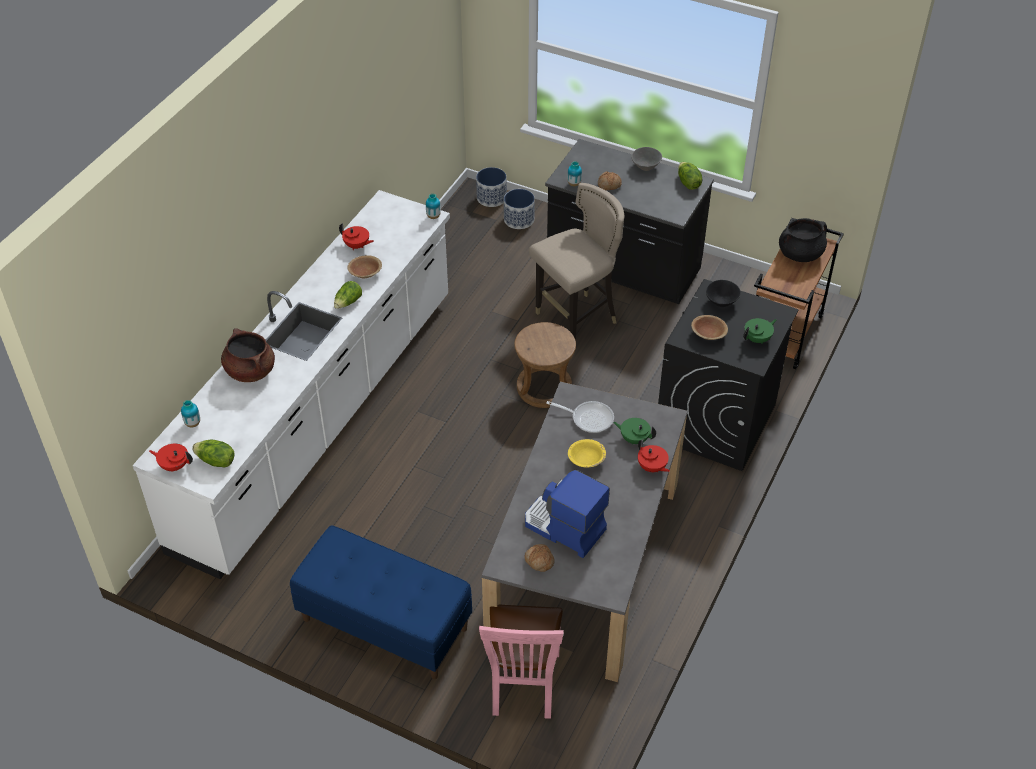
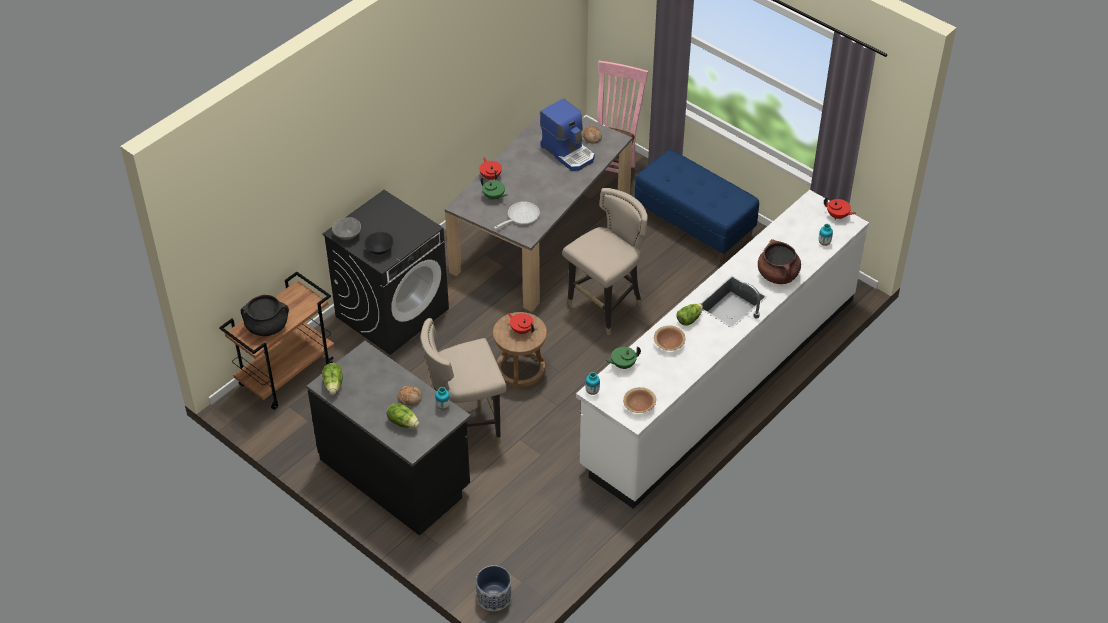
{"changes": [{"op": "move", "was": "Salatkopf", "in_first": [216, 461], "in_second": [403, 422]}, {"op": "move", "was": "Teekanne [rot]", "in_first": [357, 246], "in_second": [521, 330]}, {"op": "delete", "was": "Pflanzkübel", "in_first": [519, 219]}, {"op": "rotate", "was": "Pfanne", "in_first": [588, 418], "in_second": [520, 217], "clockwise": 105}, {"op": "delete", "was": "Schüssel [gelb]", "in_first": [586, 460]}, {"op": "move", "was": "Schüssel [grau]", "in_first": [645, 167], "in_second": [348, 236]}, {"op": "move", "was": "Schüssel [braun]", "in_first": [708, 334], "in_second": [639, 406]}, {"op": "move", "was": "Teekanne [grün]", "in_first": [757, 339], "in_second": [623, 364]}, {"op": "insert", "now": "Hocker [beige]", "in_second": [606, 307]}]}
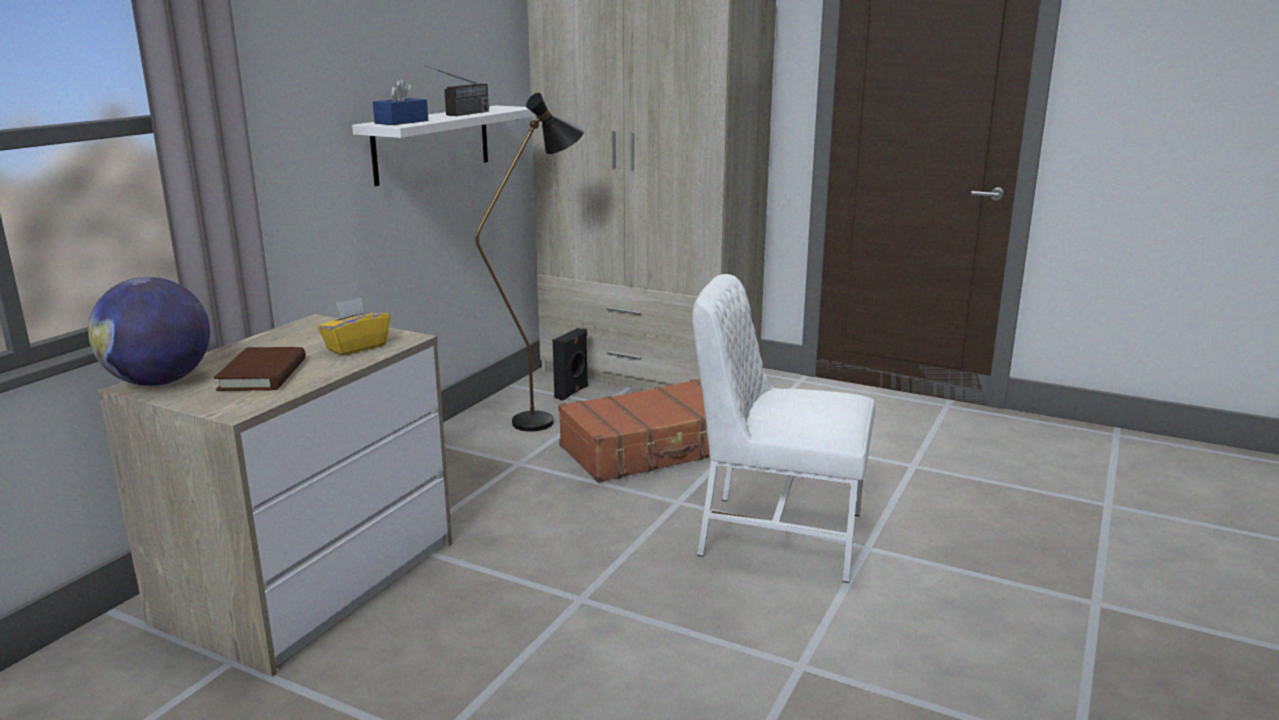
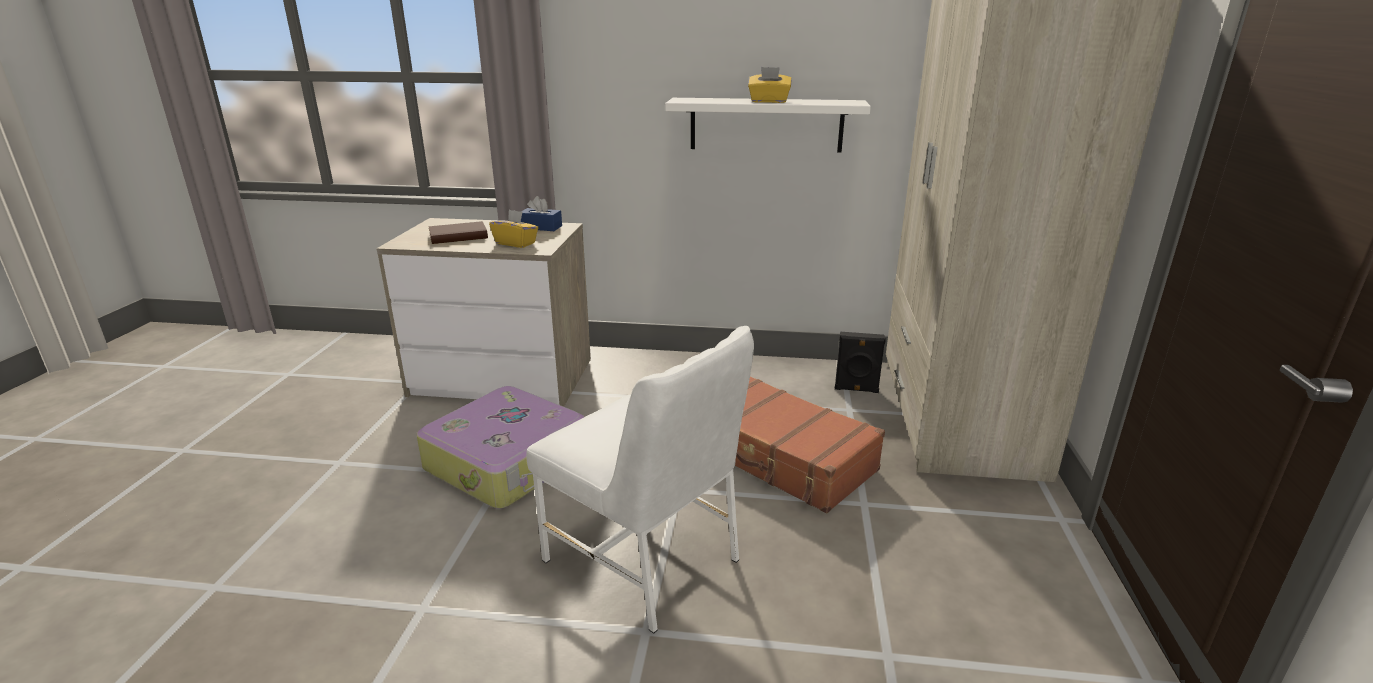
{"changes": [{"op": "delete", "was": "Globus", "in_first": [159, 382]}, {"op": "move", "was": "Taschentuchbox [blau]", "in_first": [401, 122], "in_second": [541, 227]}, {"op": "replace", "was": "Radio", "now": "Taschentuchbox [gelb]", "in_first": [460, 114], "in_second": [769, 101]}, {"op": "delete", "was": "Stehlampe [schwarz]", "in_first": [546, 419]}, {"op": "rotate", "was": "Stuhl [weiß]", "in_first": [777, 534], "in_second": [645, 560], "clockwise": 135}, {"op": "insert", "now": "Koffer", "in_second": [509, 462]}]}
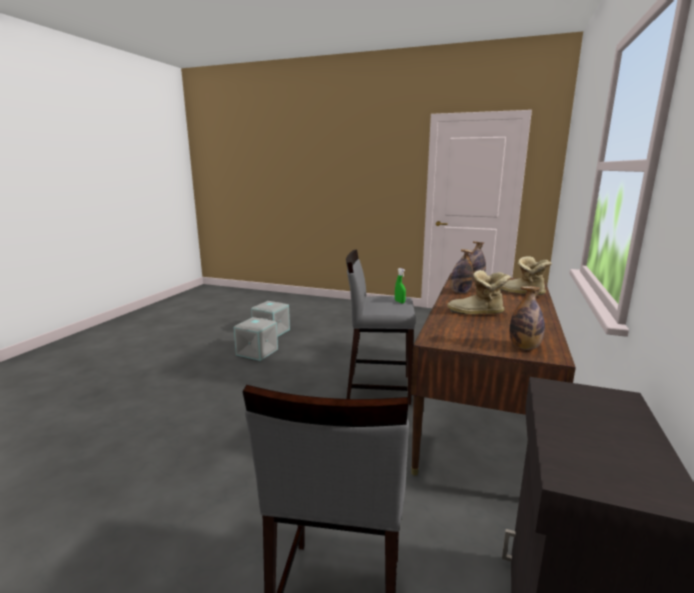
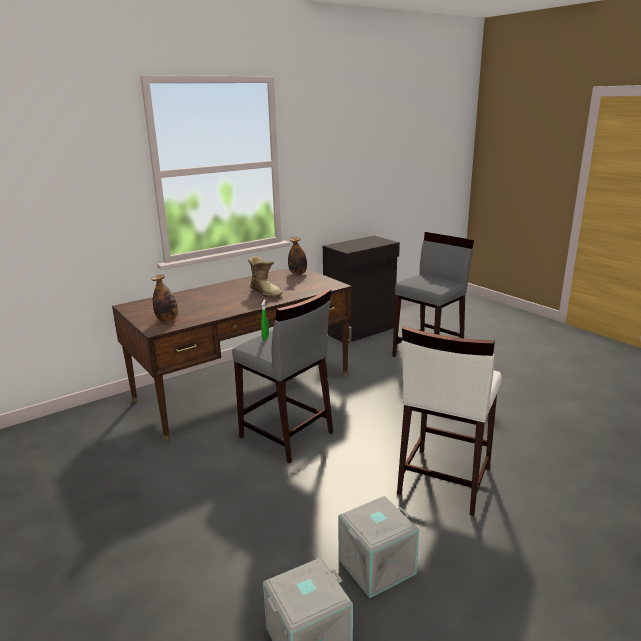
{"changes": [{"op": "delete", "was": "Flasche", "in_first": [460, 292]}, {"op": "delete", "was": "Stiefel", "in_first": [521, 293]}, {"op": "insert", "now": "Hocker [weiß]", "in_second": [443, 481]}]}
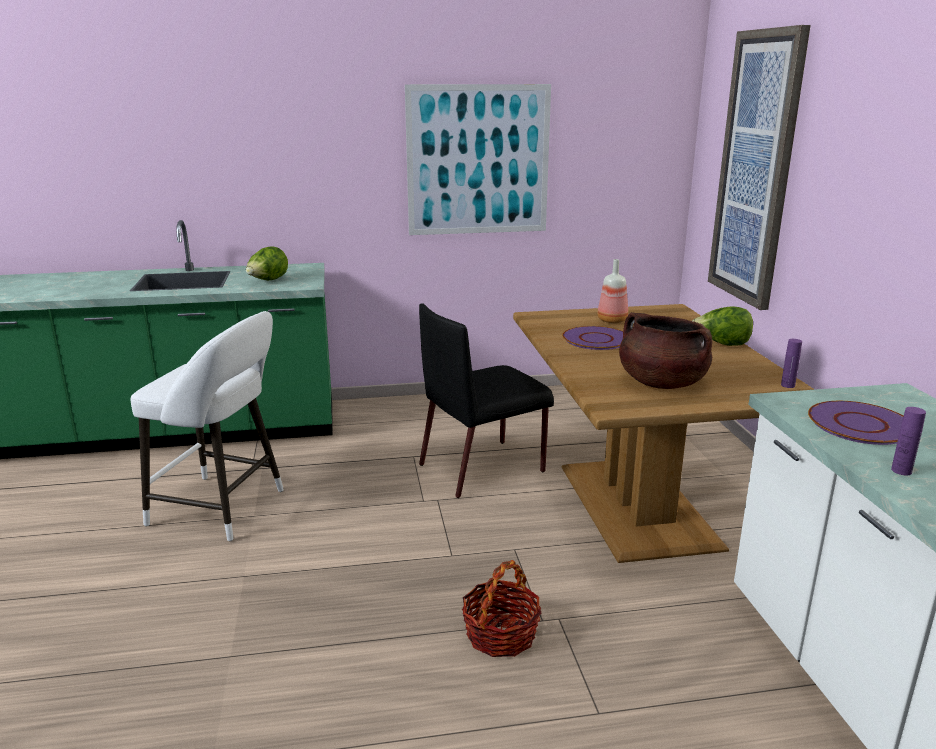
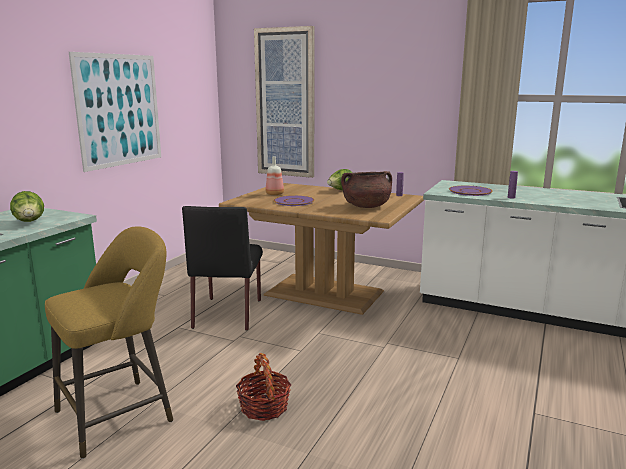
{"changes": [{"op": "recolor", "was": "Hocker [weiß]", "now": "Hocker [gelb]", "in_first": [224, 509], "in_second": [121, 414]}, {"op": "move", "was": "Korb", "in_first": [501, 635], "in_second": [264, 407]}]}
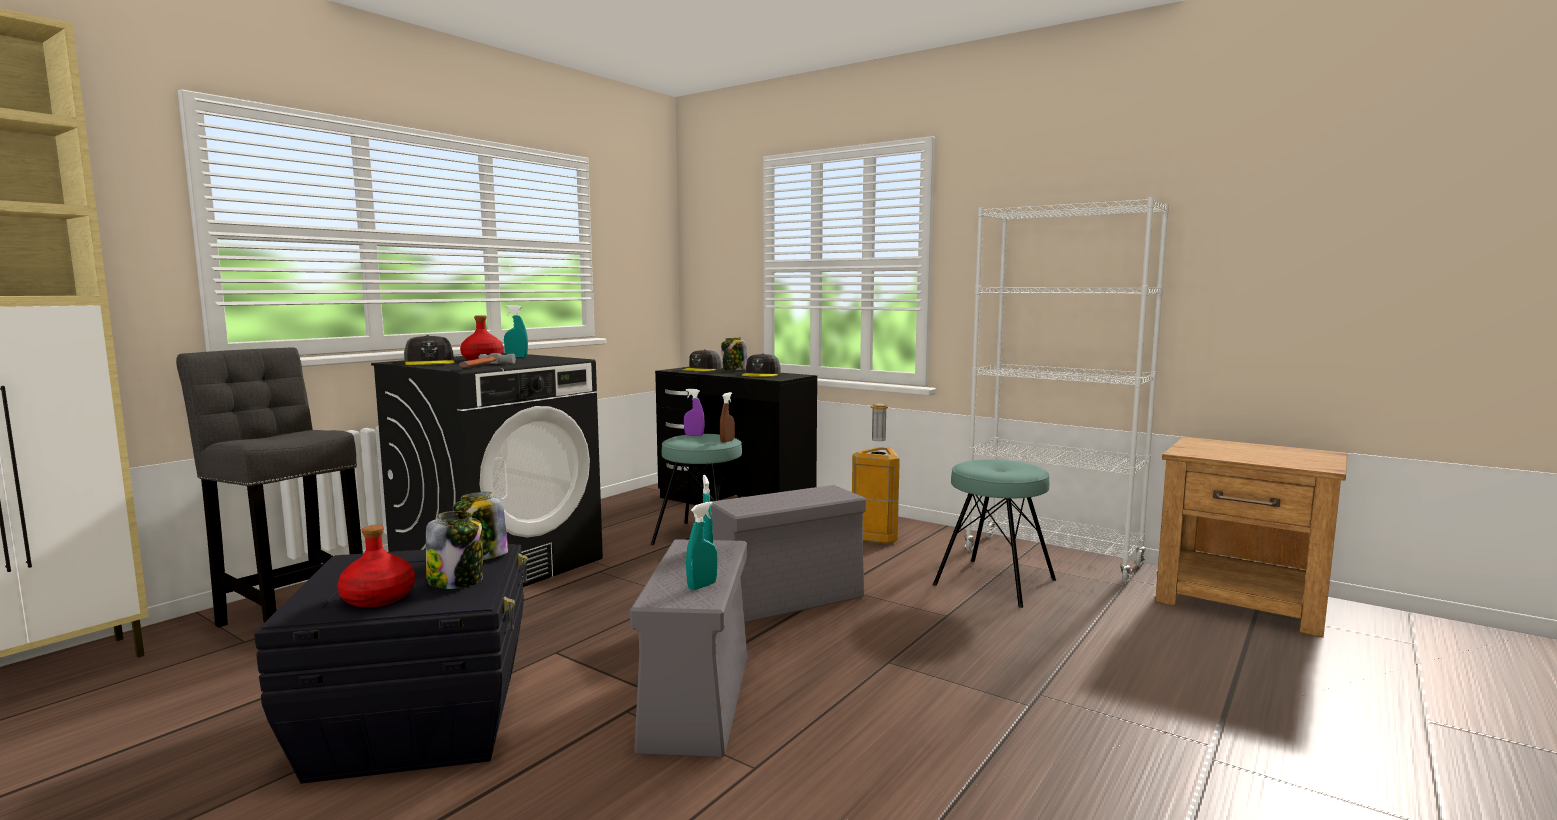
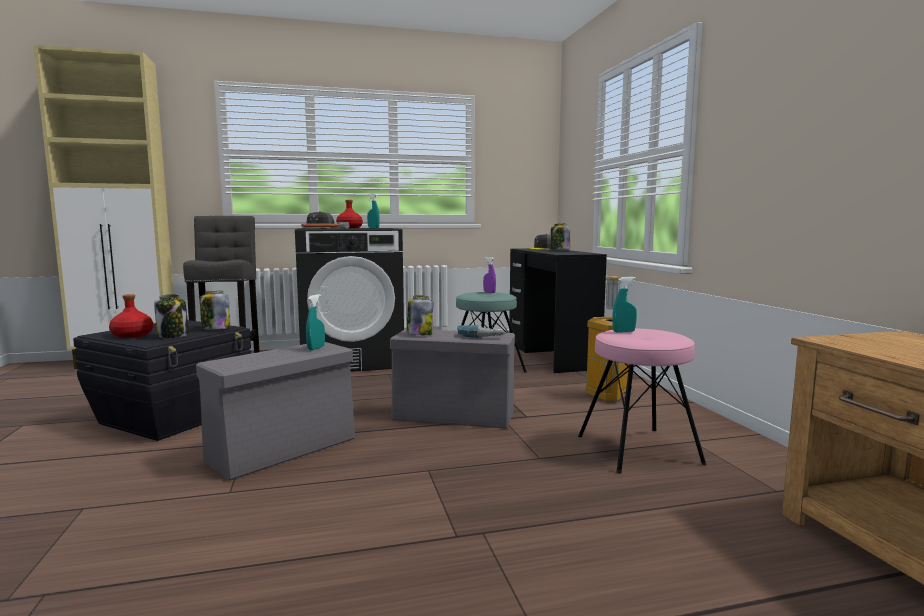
{"changes": [{"op": "move", "was": "Sprühflasche [türkis]", "in_first": [702, 586], "in_second": [623, 332]}, {"op": "delete", "was": "Sprühflasche [braun]", "in_first": [727, 441]}, {"op": "delete", "was": "Kappe [grau]", "in_first": [761, 374]}, {"op": "recolor", "was": "Hocker [türkis]", "now": "Hocker [rosa]", "in_first": [995, 582], "in_second": [638, 450]}, {"op": "delete", "was": "Bücherregal [weiß]", "in_first": [1052, 558]}, {"op": "insert", "now": "Vorratsglas", "in_second": [419, 334]}, {"op": "insert", "now": "Bohrmaschine", "in_second": [480, 336]}]}
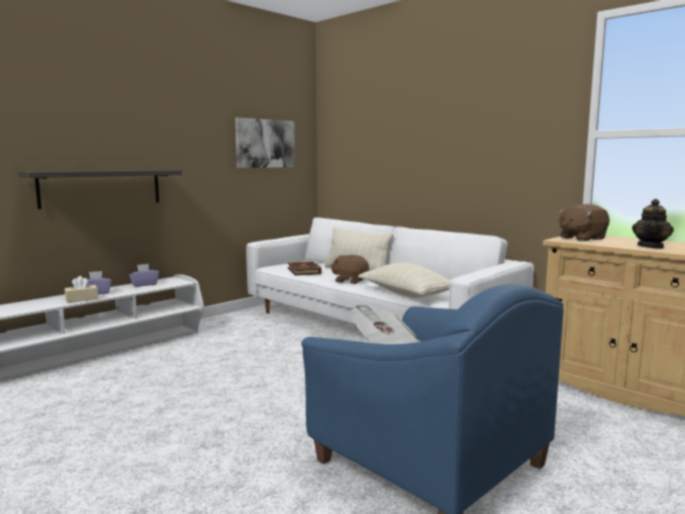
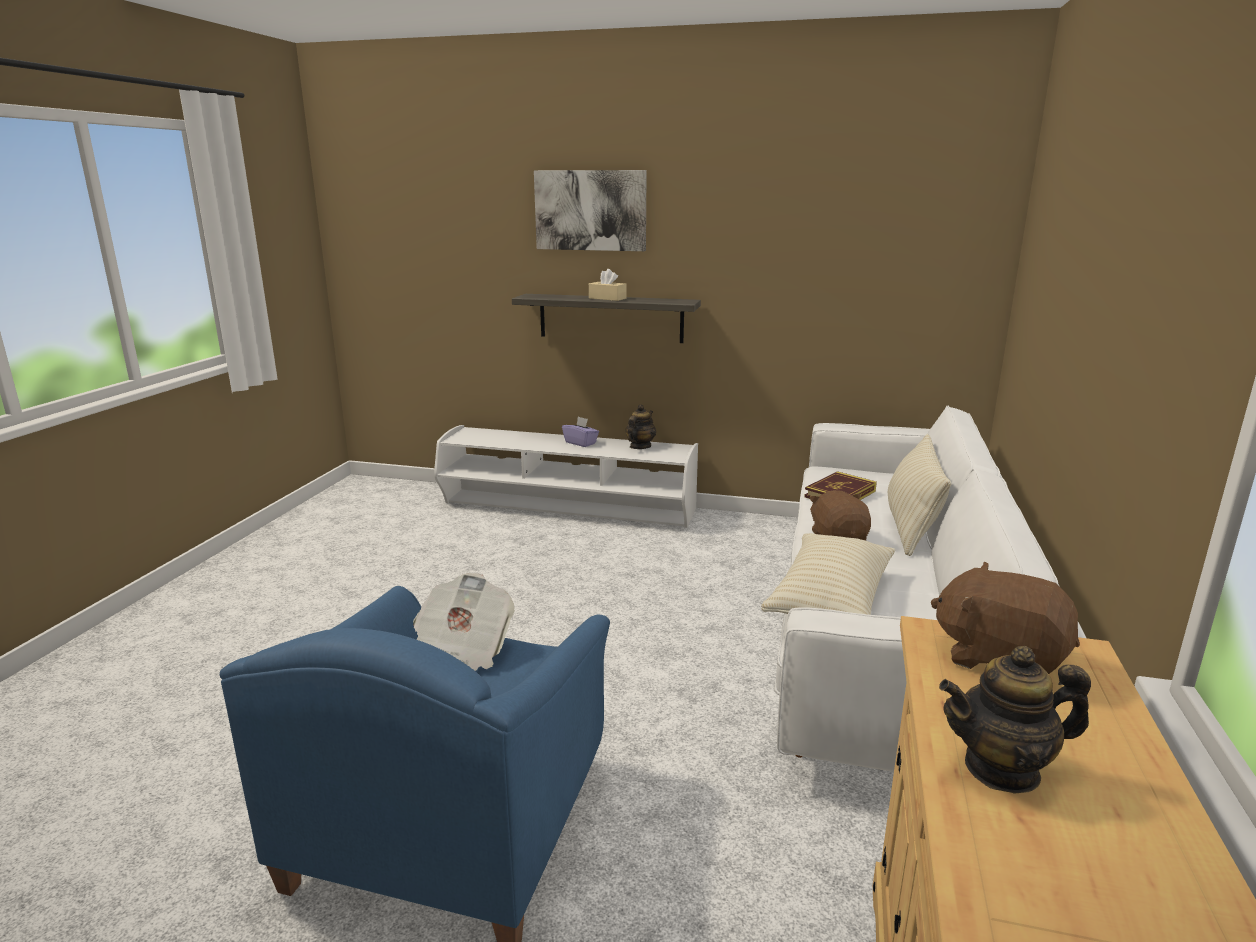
{"changes": [{"op": "move", "was": "Taschentuchbox [beige]", "in_first": [82, 299], "in_second": [607, 298]}, {"op": "replace", "was": "Taschentuchbox [lila]", "now": "Teekanne", "in_first": [144, 284], "in_second": [640, 446]}, {"op": "move", "was": "Bild", "in_first": [265, 143], "in_second": [590, 210]}]}
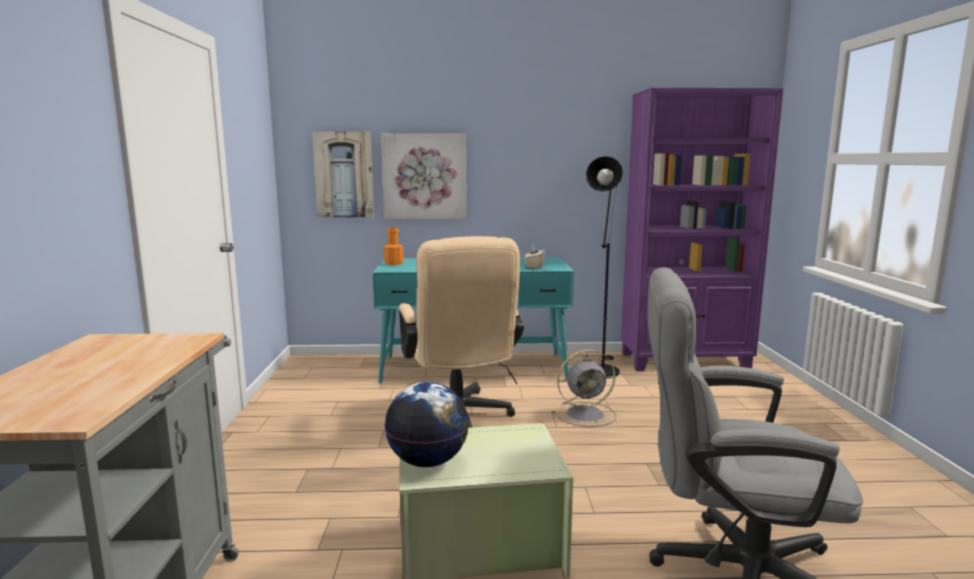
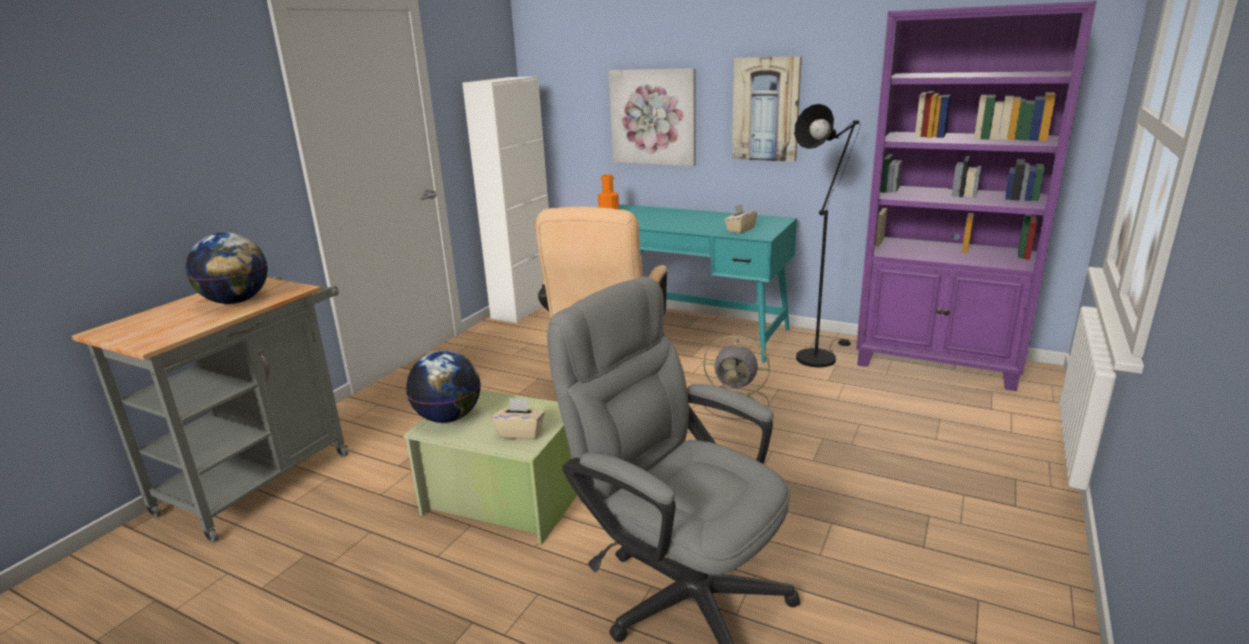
{"changes": [{"op": "move", "was": "Bild", "in_first": [344, 175], "in_second": [766, 109]}, {"op": "insert", "now": "Globus", "in_second": [236, 301]}, {"op": "insert", "now": "Schrank [weiß]", "in_second": [524, 308]}, {"op": "insert", "now": "Taschentuchbox [beige]", "in_second": [520, 433]}]}
